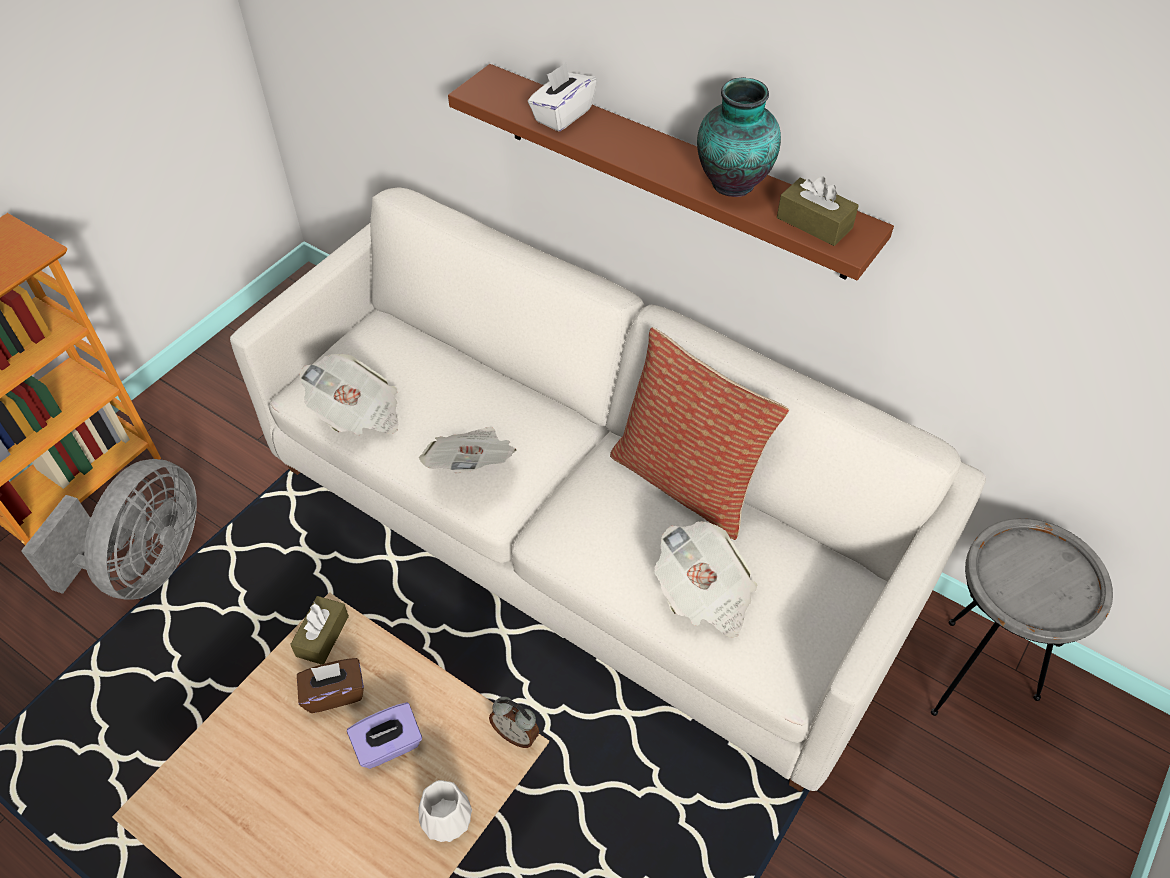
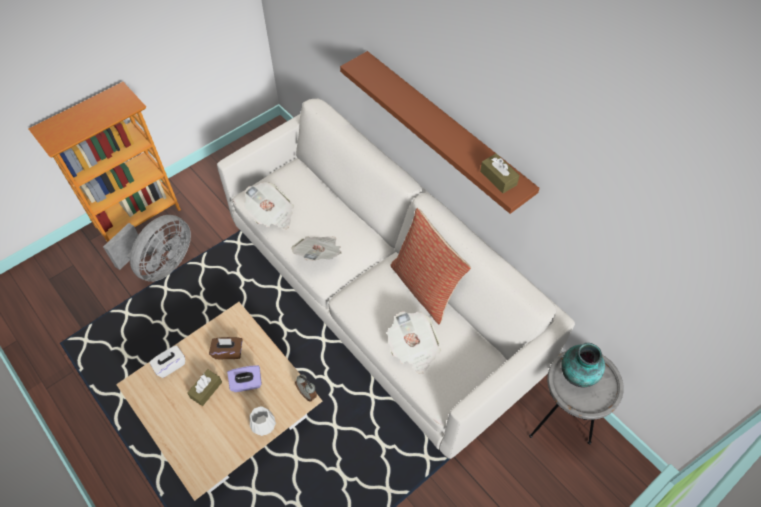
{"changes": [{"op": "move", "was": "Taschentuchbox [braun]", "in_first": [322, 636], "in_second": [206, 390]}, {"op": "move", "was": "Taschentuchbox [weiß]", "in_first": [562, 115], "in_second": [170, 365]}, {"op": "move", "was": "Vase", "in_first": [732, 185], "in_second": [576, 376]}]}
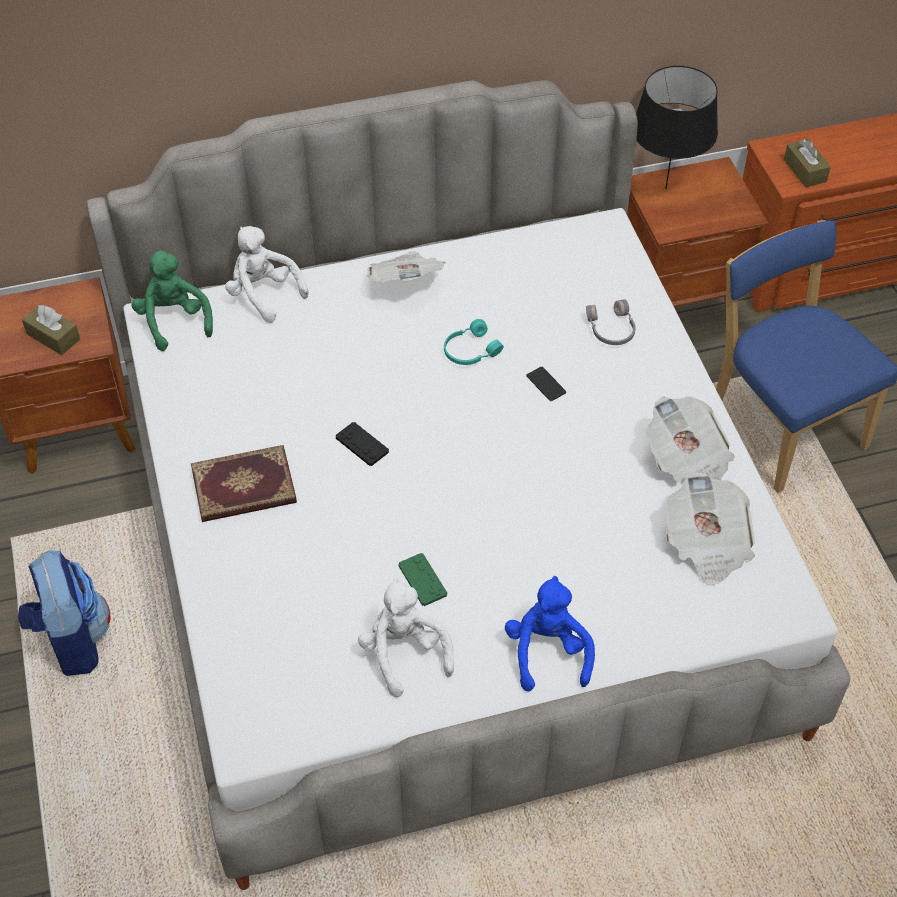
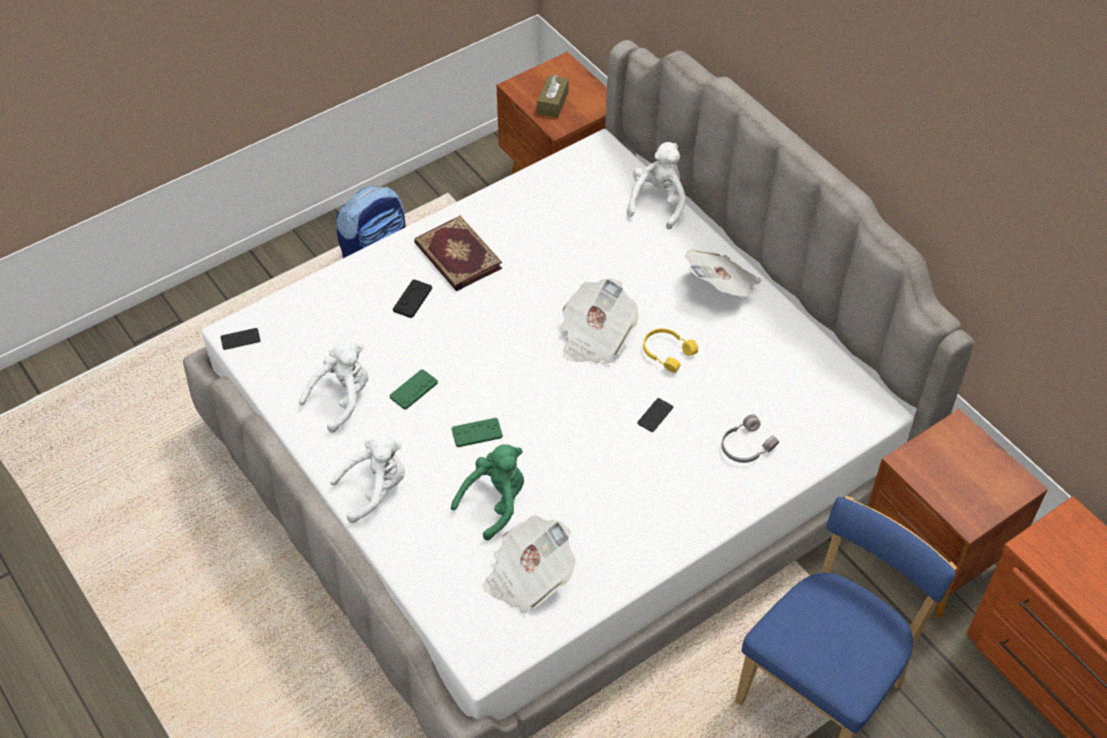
{"changes": [{"op": "move", "was": "Plüschtier [grün]", "in_first": [174, 321], "in_second": [495, 502]}, {"op": "move", "was": "Gamepad [schwarz]", "in_first": [362, 445], "in_second": [412, 299]}, {"op": "recolor", "was": "Kopfhörer [türkis]", "now": "Kopfhörer [gelb]", "in_first": [470, 350], "in_second": [667, 352]}, {"op": "recolor", "was": "Plüschtier [blau]", "now": "Plüschtier [weiß]", "in_first": [548, 651], "in_second": [375, 489]}, {"op": "delete", "was": "Tischlampe [schwarz]", "in_first": [666, 188]}, {"op": "move", "was": "Zeitung", "in_first": [687, 461], "in_second": [595, 337]}, {"op": "delete", "was": "Taschentuchbox [braun]", "in_first": [805, 170]}, {"op": "insert", "now": "Handy", "in_second": [240, 339]}, {"op": "insert", "now": "Gamepad [grün]", "in_second": [477, 433]}]}
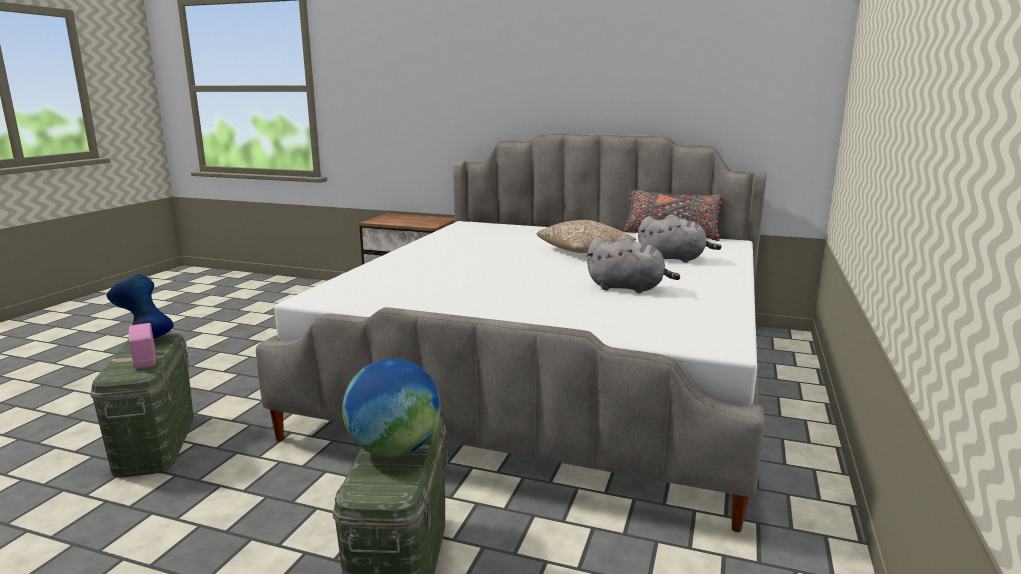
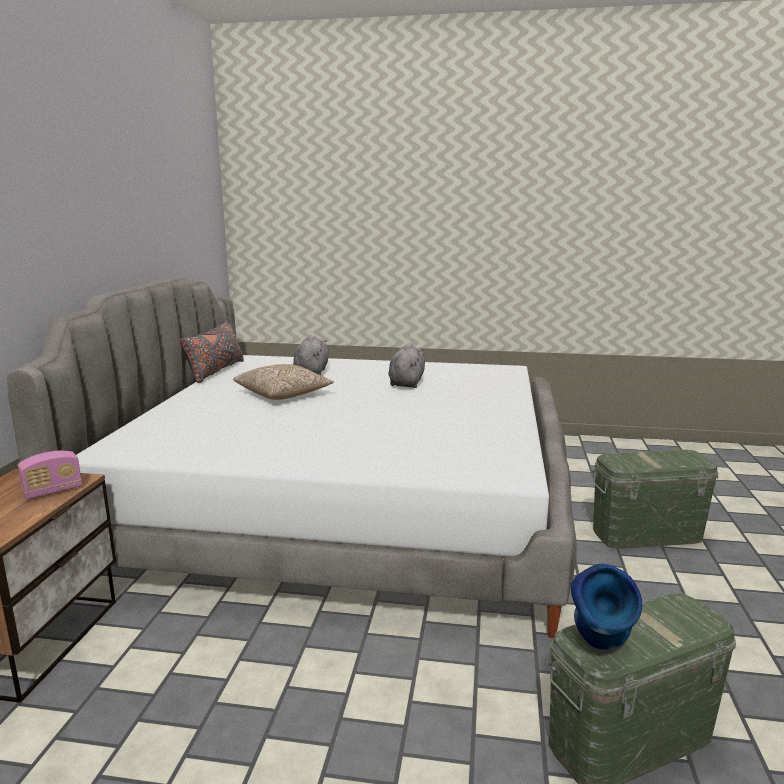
{"changes": [{"op": "move", "was": "Radio", "in_first": [145, 360], "in_second": [53, 491]}, {"op": "delete", "was": "Globus", "in_first": [394, 450]}]}
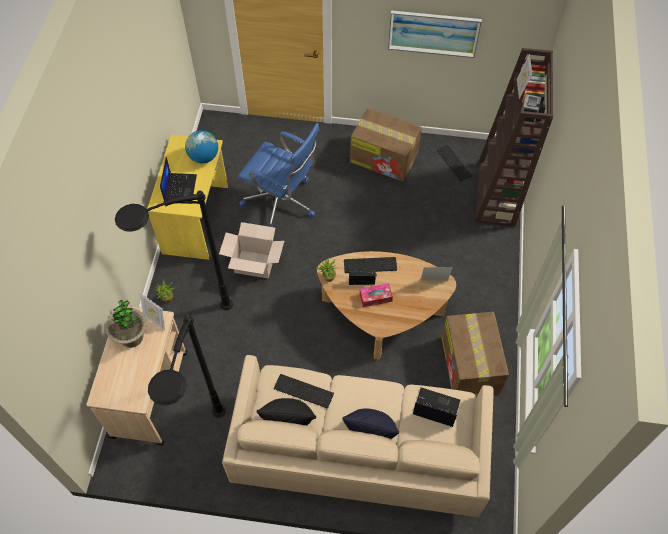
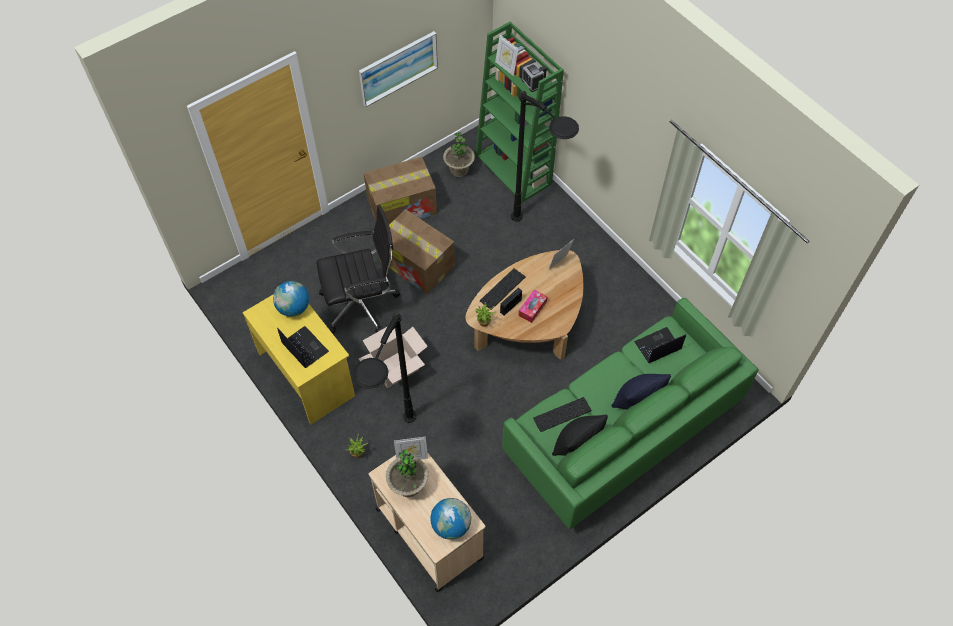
{"changes": [{"op": "move", "was": "Stehlampe [schwarz]", "in_first": [209, 453], "in_second": [540, 241]}, {"op": "recolor", "was": "Sofa [beige]", "now": "Sofa [grün]", "in_first": [358, 451], "in_second": [620, 431]}, {"op": "recolor", "was": "Bürostuhl [blau]", "now": "Bürostuhl [schwarz]", "in_first": [282, 203], "in_second": [362, 304]}, {"op": "replace", "was": "Tastatur", "now": "Topfpflanze", "in_first": [454, 163], "in_second": [459, 170]}, {"op": "move", "was": "Karton", "in_first": [470, 366], "in_second": [418, 264]}, {"op": "recolor", "was": "Bücherregal [braun]", "now": "Bücherregal [grün]", "in_first": [496, 194], "in_second": [514, 170]}, {"op": "insert", "now": "Globus", "in_second": [451, 525]}]}
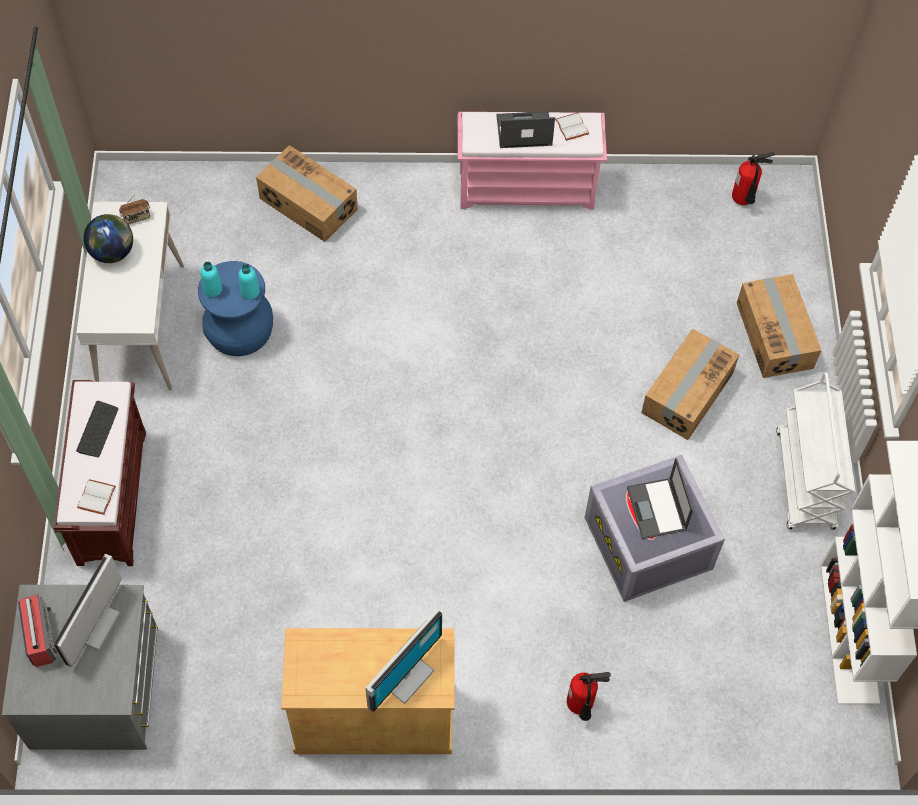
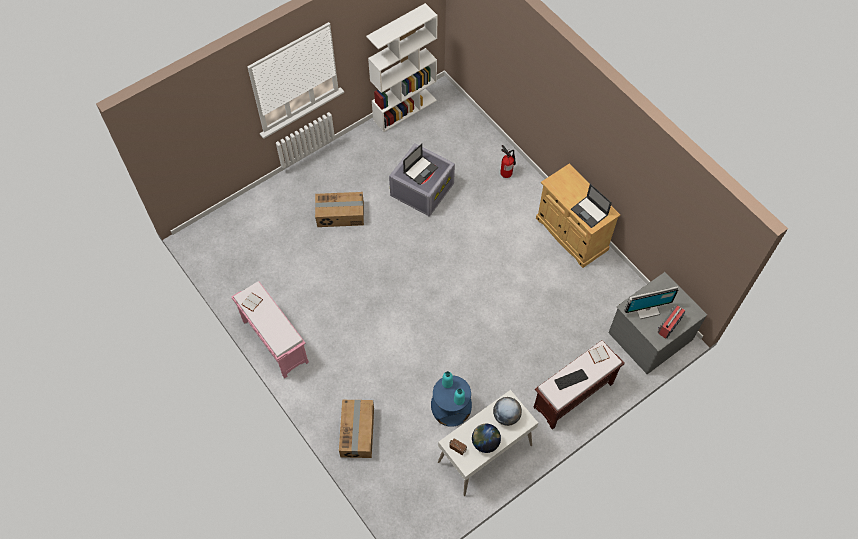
{"changes": [{"op": "delete", "was": "Monitor", "in_first": [405, 675]}, {"op": "move", "was": "Laptop", "in_first": [523, 130], "in_second": [589, 212]}, {"op": "delete", "was": "Feuerlöscher", "in_first": [744, 201]}, {"op": "delete", "was": "Karton", "in_first": [775, 335]}, {"op": "delete", "was": "Rollwagen [weiß]", "in_first": [805, 481]}, {"op": "insert", "now": "Globus", "in_second": [506, 416]}]}
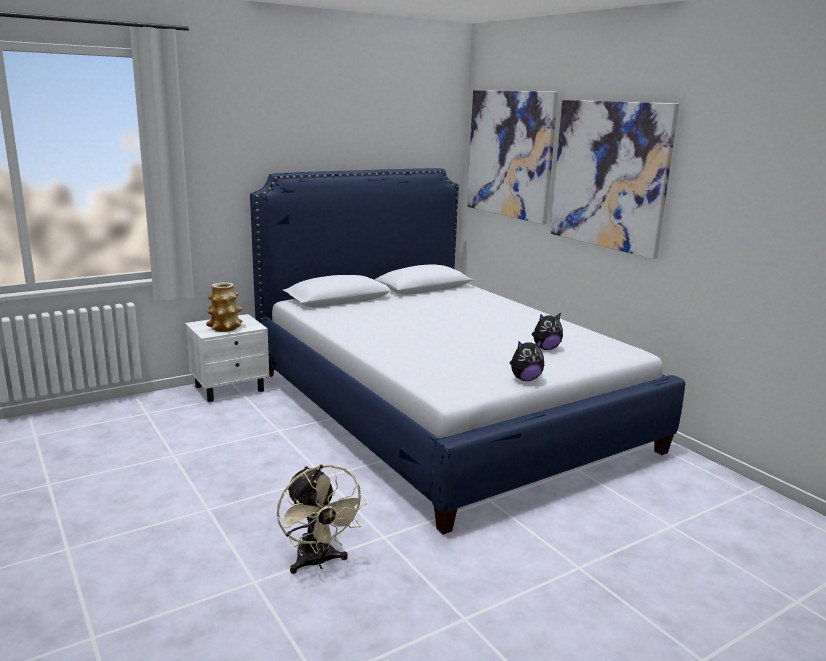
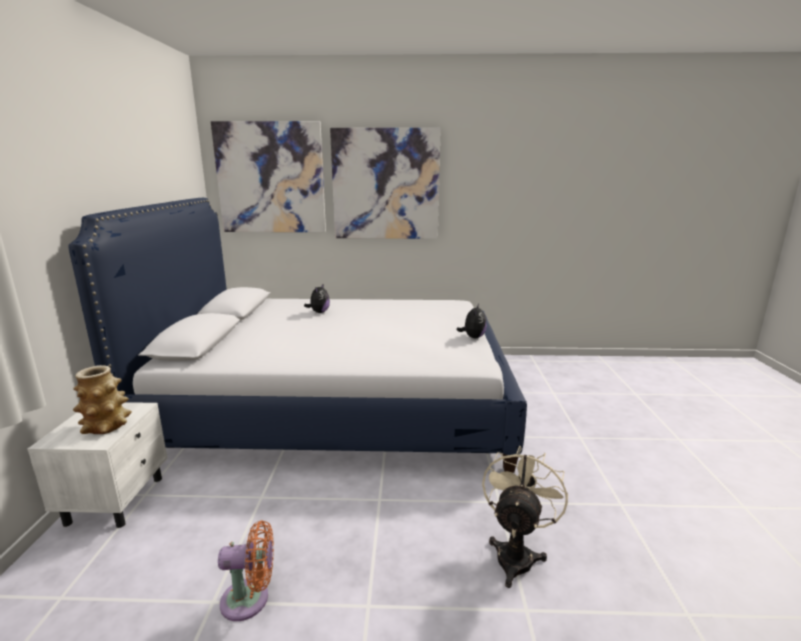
{"changes": [{"op": "rotate", "was": "Ventilator [beige]", "in_first": [317, 562], "in_second": [516, 554], "clockwise": -75}, {"op": "move", "was": "Plüschtier", "in_first": [545, 348], "in_second": [319, 312]}, {"op": "insert", "now": "Ventilator [orange]", "in_second": [250, 599]}]}
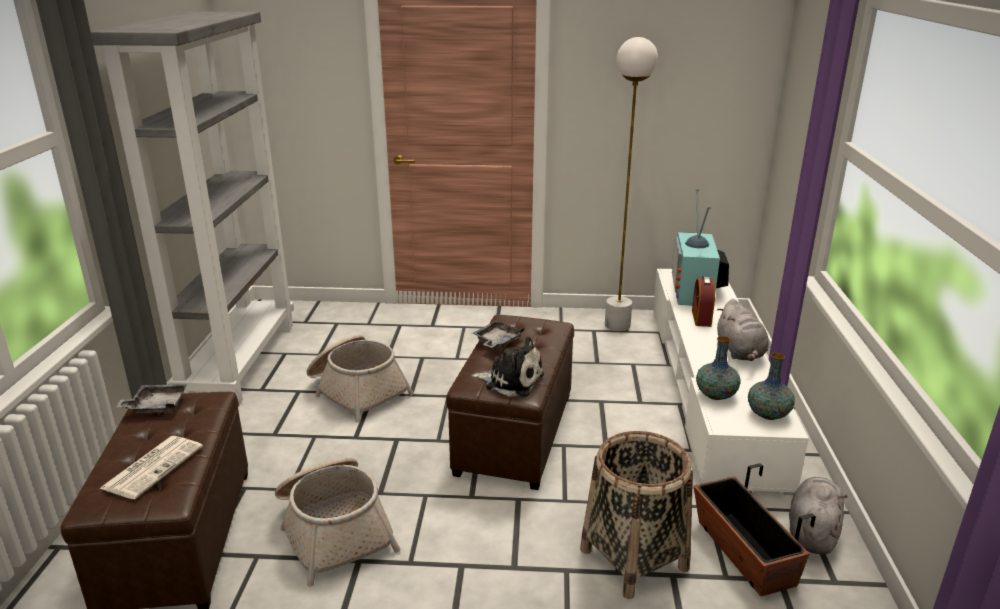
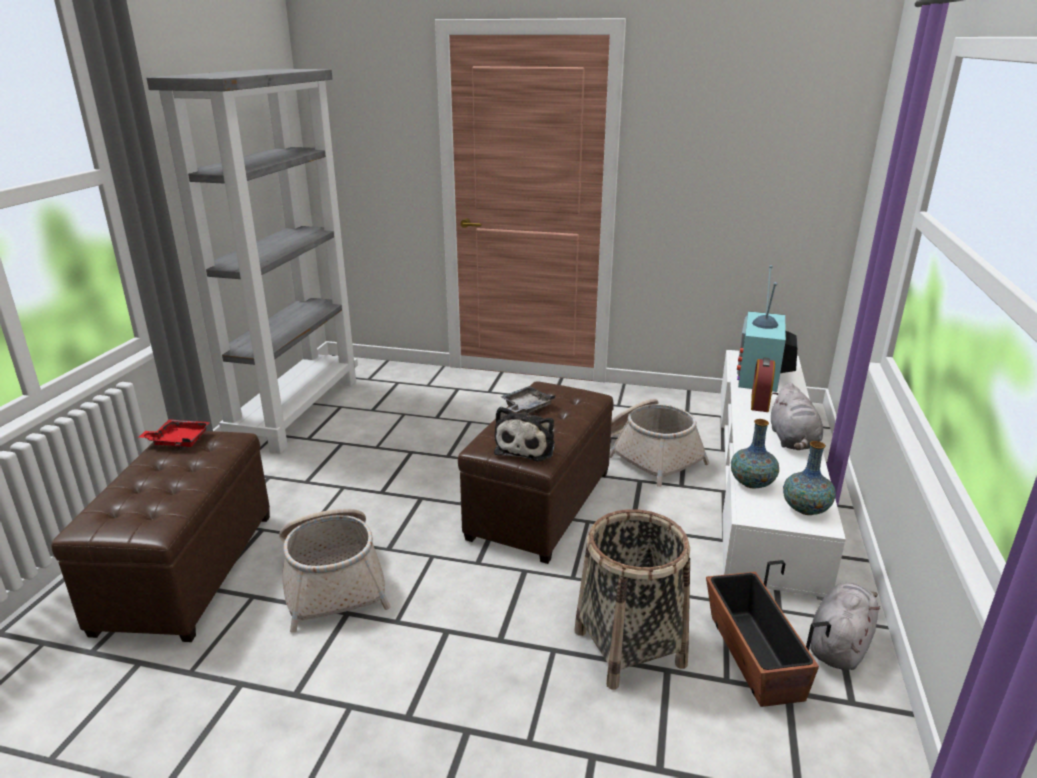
{"changes": [{"op": "delete", "was": "Zeitung", "in_first": [153, 466]}, {"op": "recolor", "was": "Tablett [grau]", "now": "Tablett [rot]", "in_first": [156, 406], "in_second": [178, 440]}, {"op": "move", "was": "Korb", "in_first": [357, 391], "in_second": [648, 455]}, {"op": "rotate", "was": "Plüschtier", "in_first": [511, 381], "in_second": [527, 447], "clockwise": 75}, {"op": "delete", "was": "Stehlampe [weiß]", "in_first": [617, 325]}]}
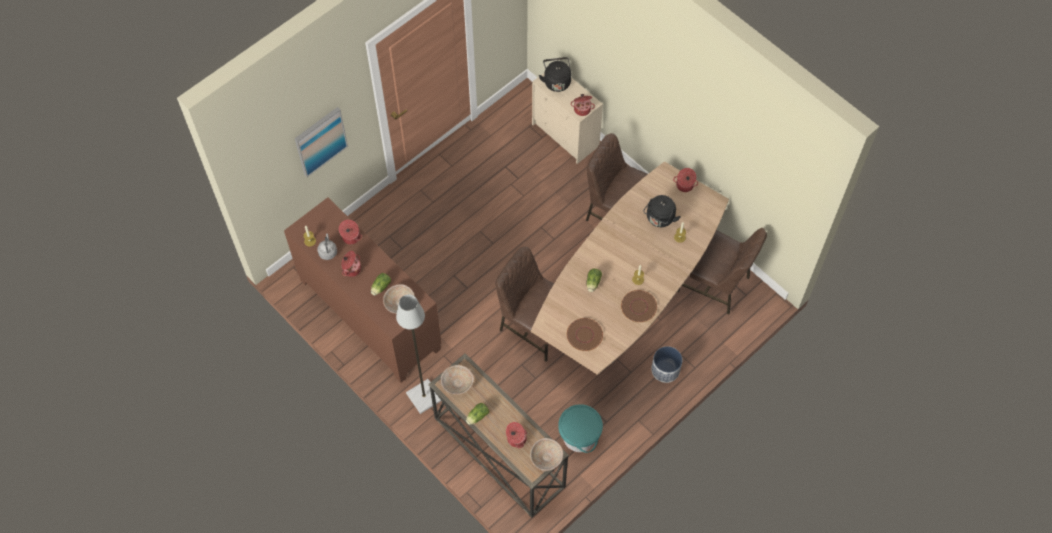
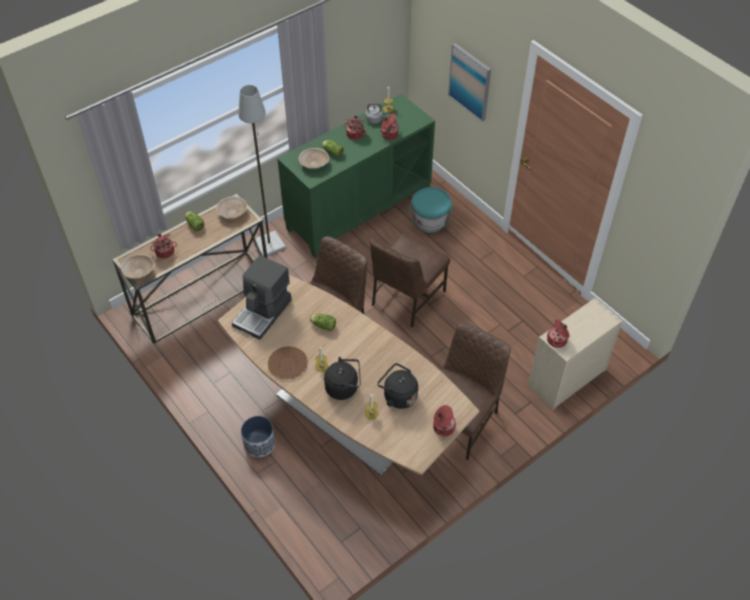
{"changes": [{"op": "recolor", "was": "Schrank [braun]", "now": "Schrank [grün]", "in_first": [369, 315], "in_second": [358, 210]}, {"op": "move", "was": "Wasserkessel [schwarz]", "in_first": [556, 81], "in_second": [344, 387]}, {"op": "move", "was": "Eimer [türkis]", "in_first": [579, 436], "in_second": [430, 221]}, {"op": "replace", "was": "Teller [braun]", "now": "Kaffeemaschine", "in_first": [584, 334], "in_second": [263, 313]}, {"op": "move", "was": "Stuhl [braun]", "in_first": [714, 284], "in_second": [406, 298]}]}
